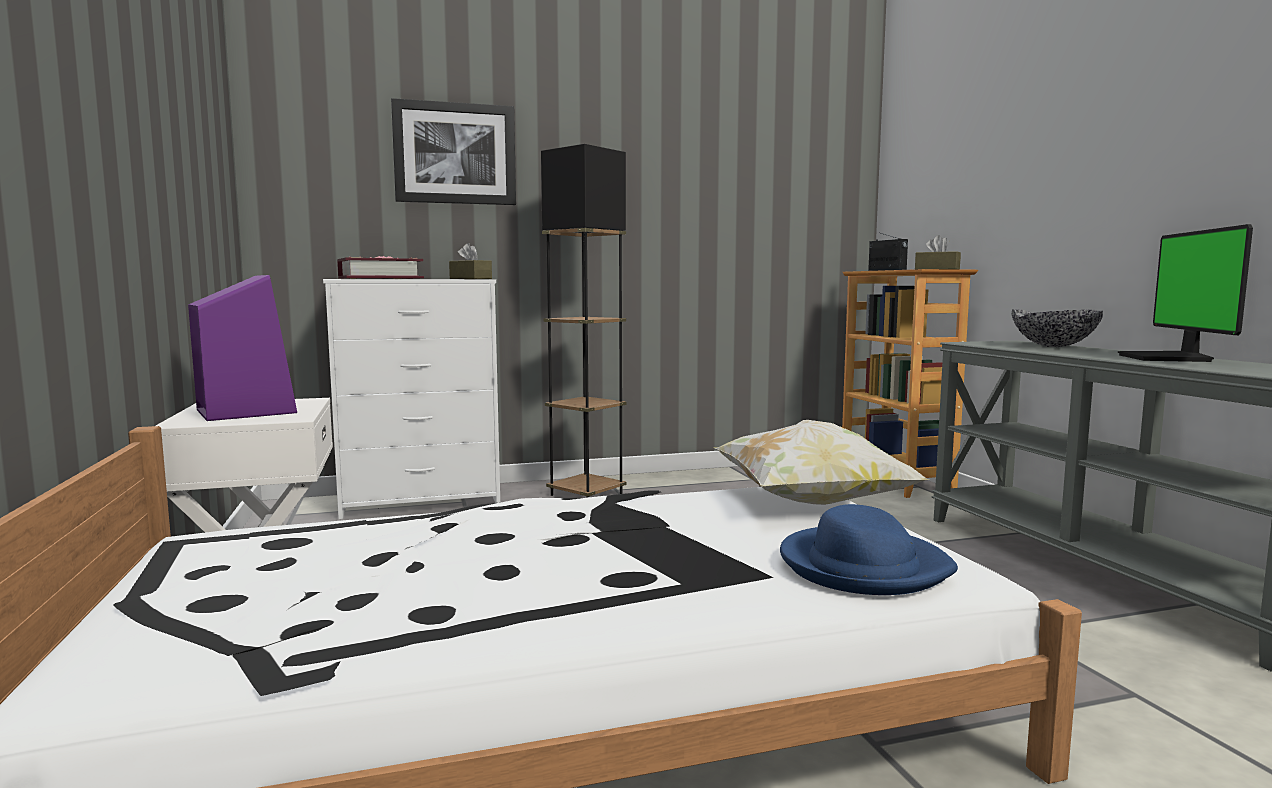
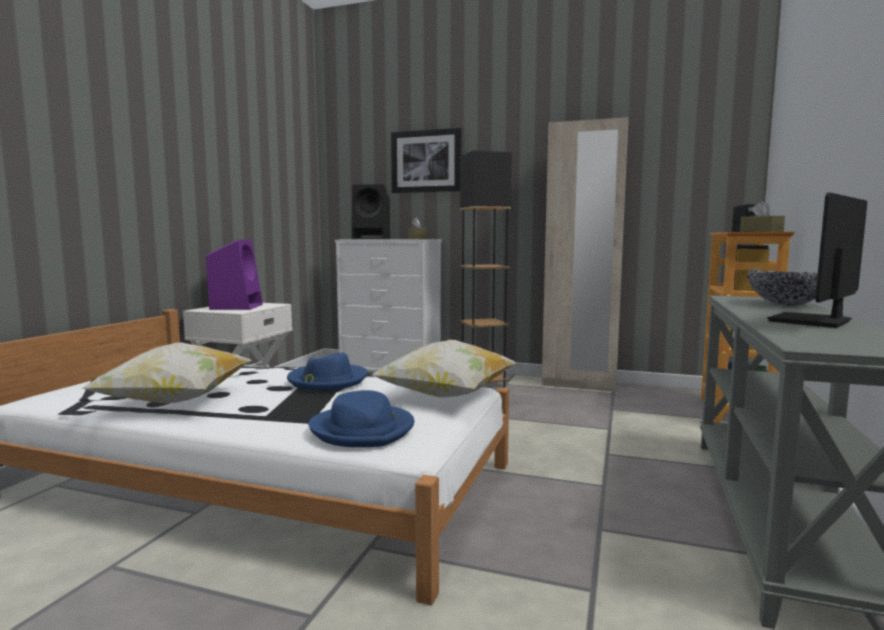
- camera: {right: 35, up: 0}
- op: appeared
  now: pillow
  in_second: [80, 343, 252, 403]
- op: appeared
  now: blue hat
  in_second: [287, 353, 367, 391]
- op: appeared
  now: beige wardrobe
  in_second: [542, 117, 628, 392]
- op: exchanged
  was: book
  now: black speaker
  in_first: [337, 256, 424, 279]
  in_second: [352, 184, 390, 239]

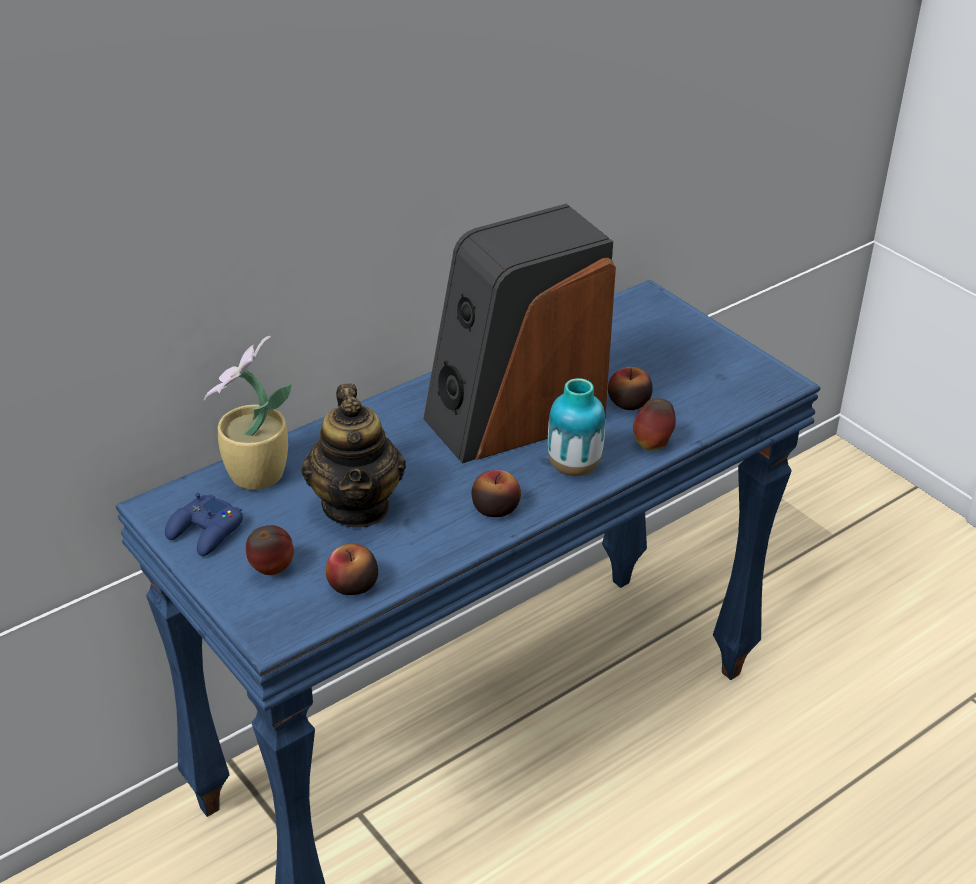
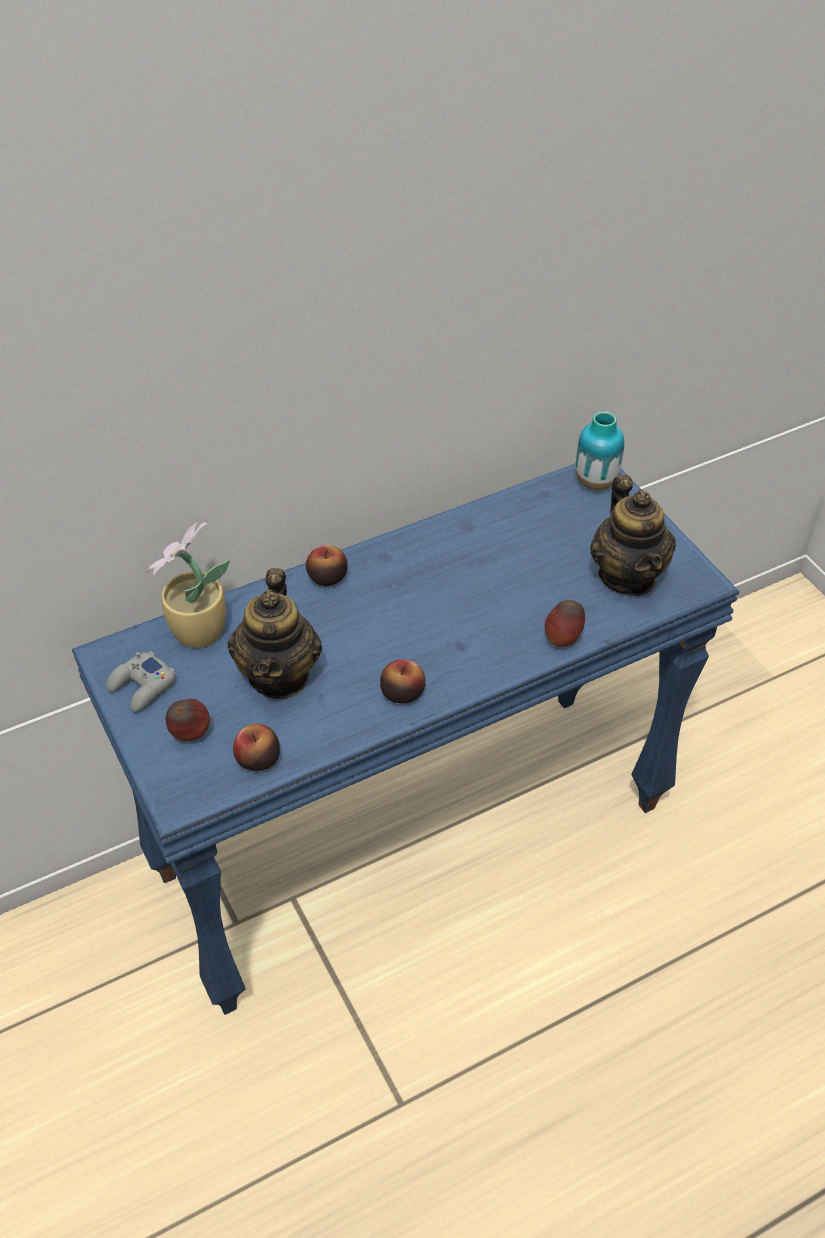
- camera: {right: 10, up: 10}
- op: missing
  was: speaker
  in_first: [423, 203, 616, 464]
- op: appeared
  now: teapot
  in_second: [590, 474, 676, 596]
- op: relocated
  was: vase
  in_first: [548, 378, 605, 476]
  in_second: [576, 411, 624, 490]
- op: relocated
  was: apple
  in_first: [608, 367, 653, 410]
  in_second: [306, 545, 348, 586]
- op: colour
  was: blue game controller
  now: grey game controller
  in_first: [165, 493, 243, 556]
  in_second: [106, 652, 176, 713]

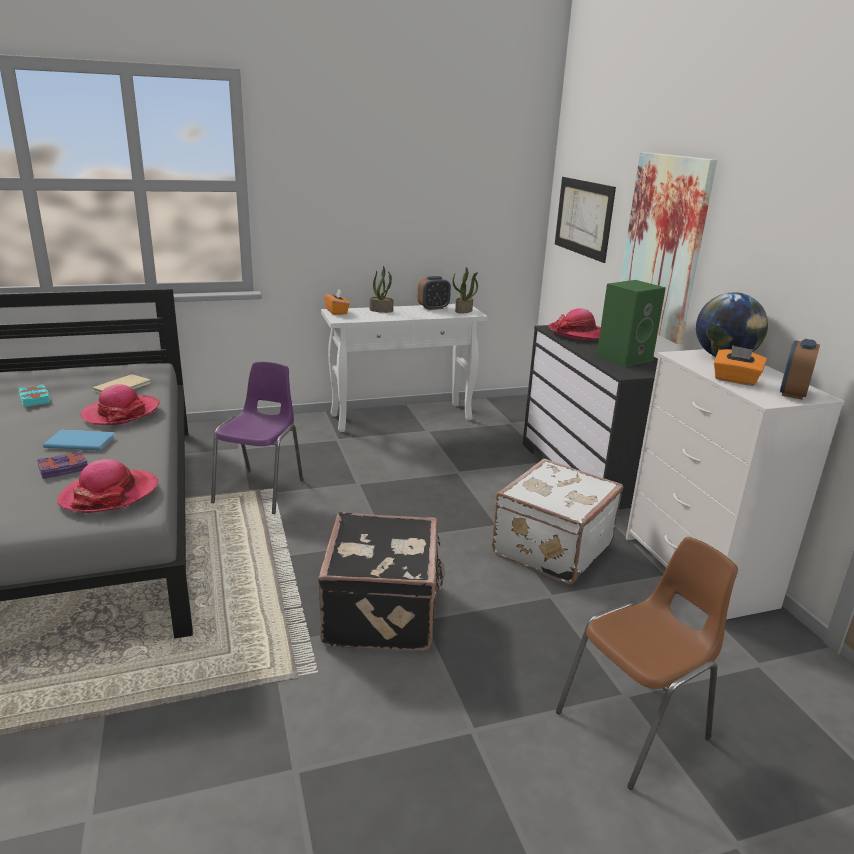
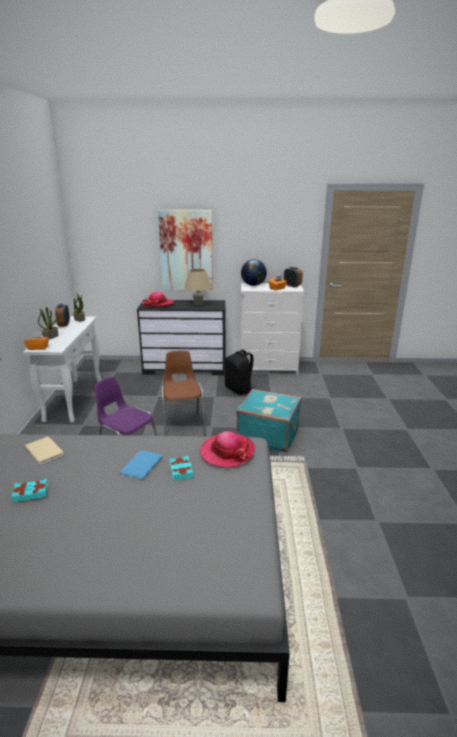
- camera: {right: -70, up: 0}
- op: missing
  was: hat
  in_first: [80, 384, 160, 425]
- op: missing
  was: picture
  in_first: [555, 177, 616, 263]
- op: relocated
  was: brown chair
  in_first: [556, 537, 738, 790]
  in_second: [161, 350, 206, 436]
- op: exchanged
  was: white suitcase
  now: black backpack
  in_first: [492, 459, 623, 585]
  in_second: [224, 349, 256, 395]
- op: exchanged
  was: green speaker
  now: beige table lamp
  in_first: [597, 280, 666, 367]
  in_second: [185, 268, 212, 305]
- op: colour
  was: purple book
  now: turquoise book
  in_first: [37, 450, 88, 479]
  in_second: [169, 456, 193, 481]
- op: colour
  was: black suitcase
  now: turquoise suitcase
  in_first: [318, 512, 445, 651]
  in_second: [236, 389, 302, 452]

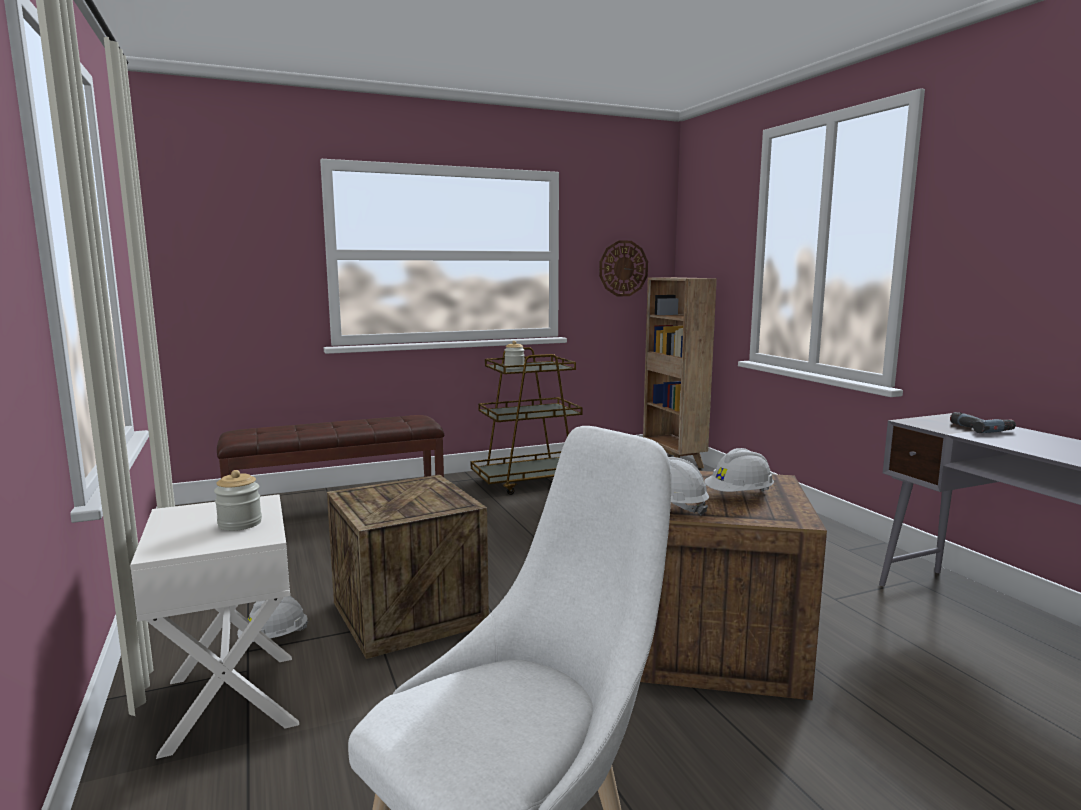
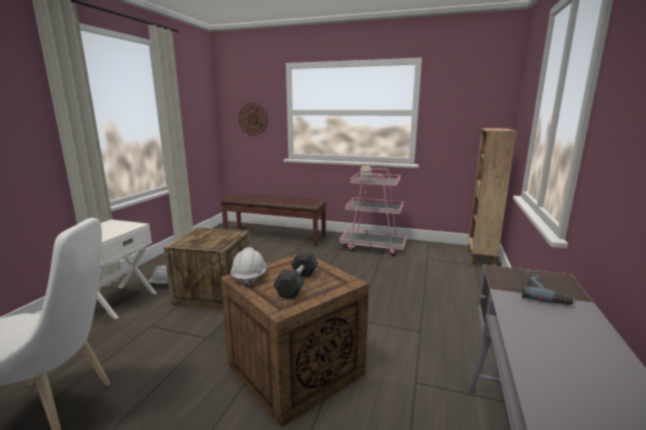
- camera: {right: 40, up: 5}
- op: missing
  was: jar
  in_first: [214, 470, 262, 531]
- op: relocated
  was: wall clock
  in_first: [599, 240, 648, 296]
  in_second: [239, 103, 267, 136]
- op: exchanged
  was: white hard hat
  now: grey dumbbell
  in_first: [704, 448, 774, 492]
  in_second: [273, 251, 318, 299]
- op: colour
  was: brown cart
  now: pink cart
  in_first: [471, 347, 583, 495]
  in_second: [339, 168, 407, 256]

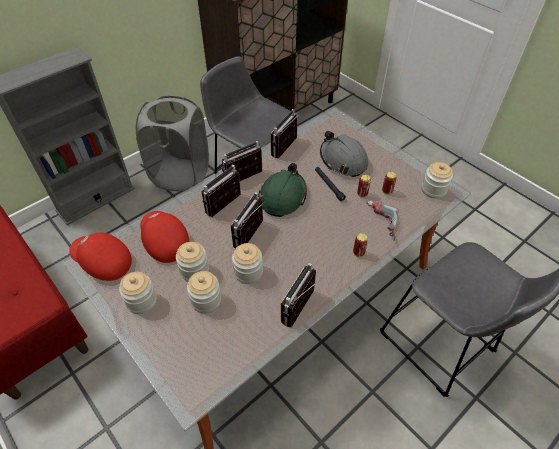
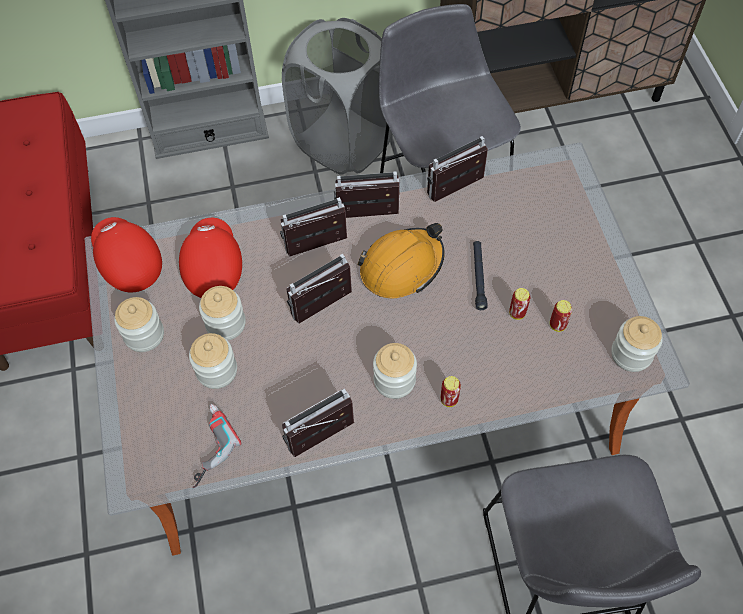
- camera: {right: 30, up: 10}
- op: missing
  was: grey hard hat
  in_first: [320, 131, 369, 177]
- op: relocated
  was: jar
  in_first: [232, 243, 263, 284]
  in_second: [373, 343, 417, 399]
- op: relocated
  was: power drill
  in_first: [366, 201, 399, 240]
  in_second: [193, 404, 241, 488]
- op: colour
  was: green hard hat
  now: orange hard hat
  in_first: [258, 163, 307, 217]
  in_second: [357, 223, 445, 298]

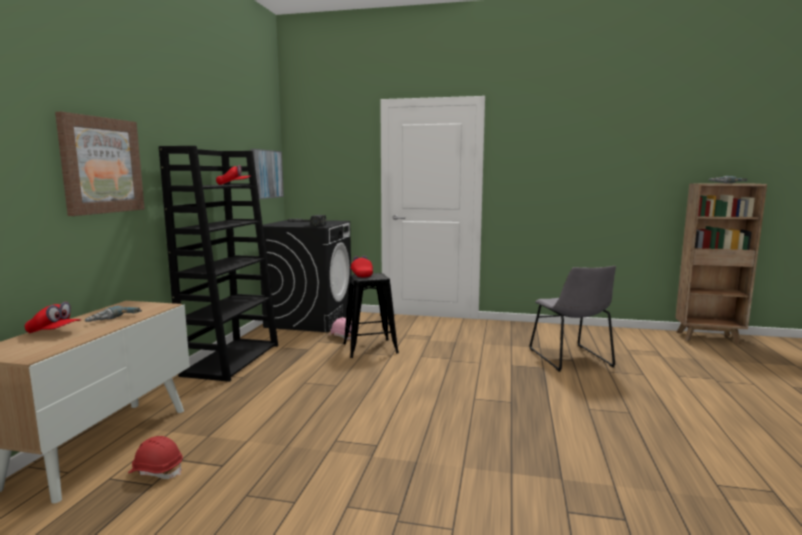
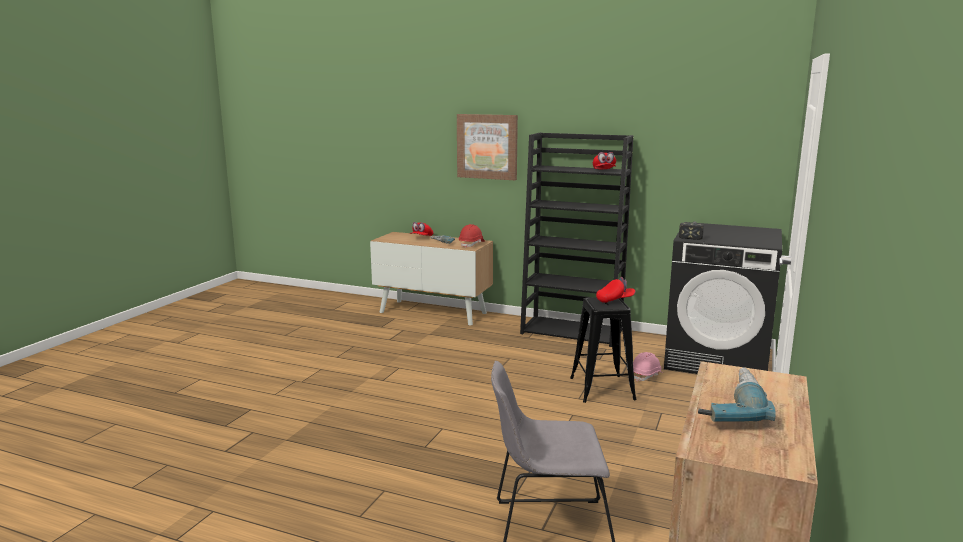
- camera: {right: 100, up: 5}
- op: missing
  was: picture
  in_first: [251, 149, 284, 199]
- op: relocated
  was: red hard hat
  in_first: [128, 436, 183, 479]
  in_second: [459, 224, 485, 248]

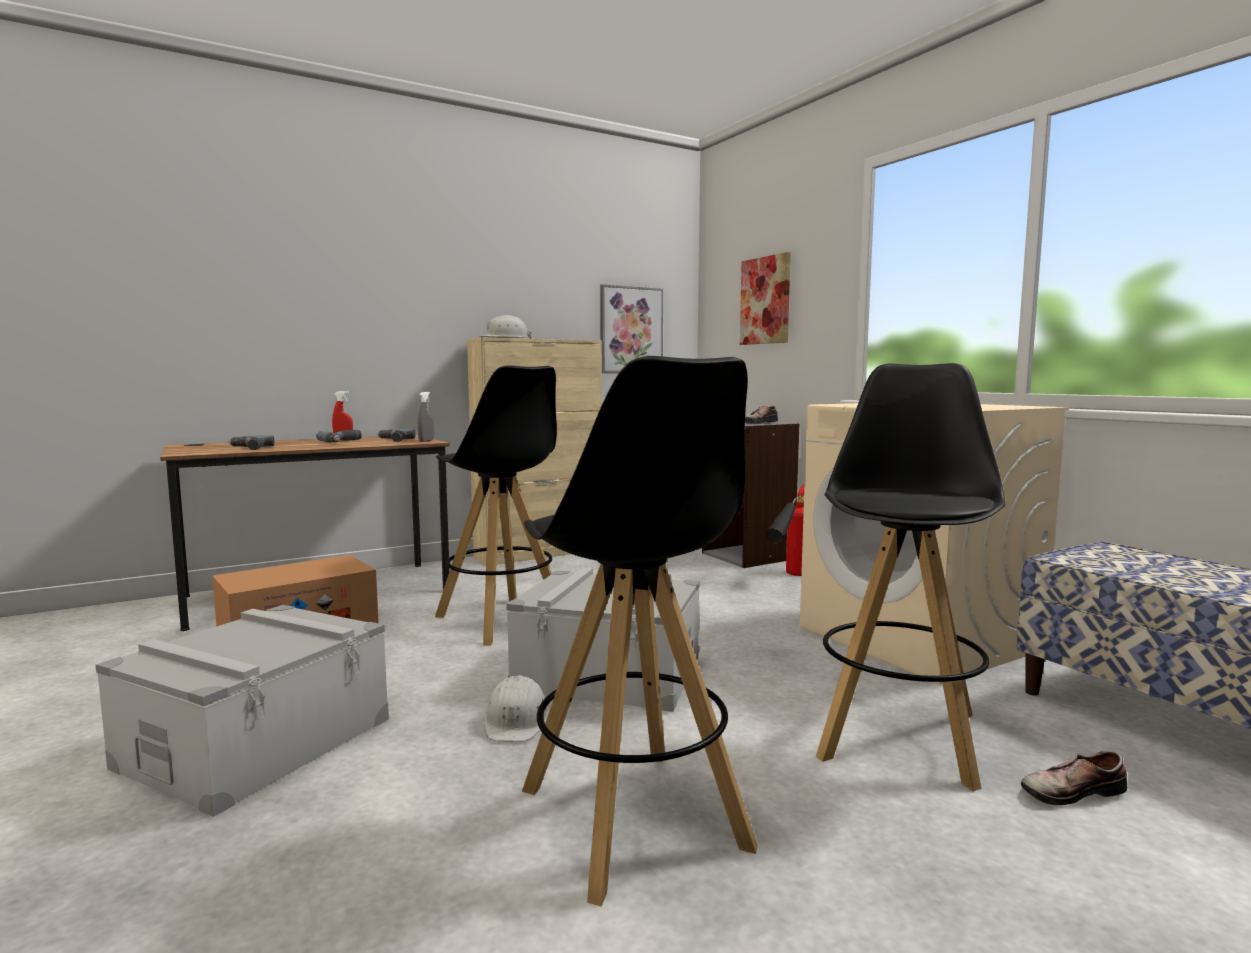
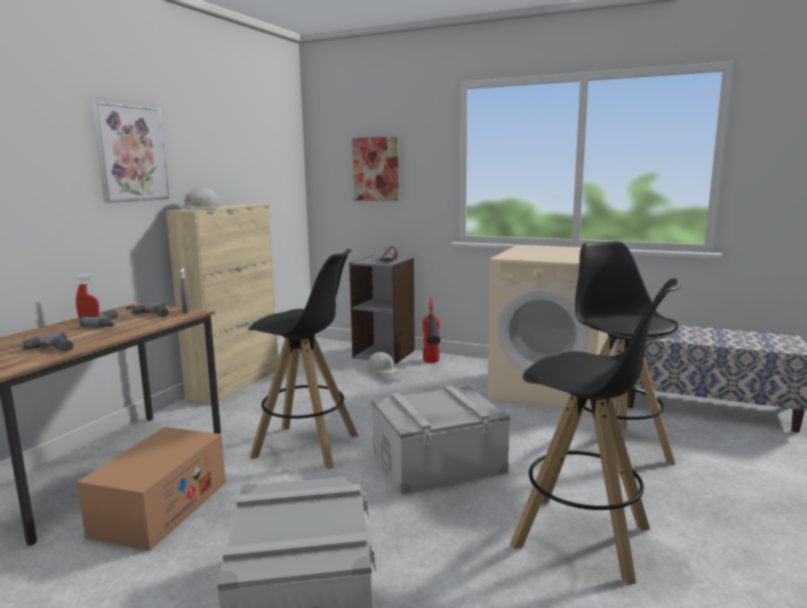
- camera: {right: -35, up: 5}
- op: missing
  was: shoe
  in_first: [1021, 751, 1127, 805]
- op: relocated
  was: white hard hat
  in_first: [484, 675, 549, 742]
  in_second: [367, 352, 398, 374]
- op: relocated
  was: picture
  in_first: [600, 284, 663, 373]
  in_second: [92, 101, 170, 203]

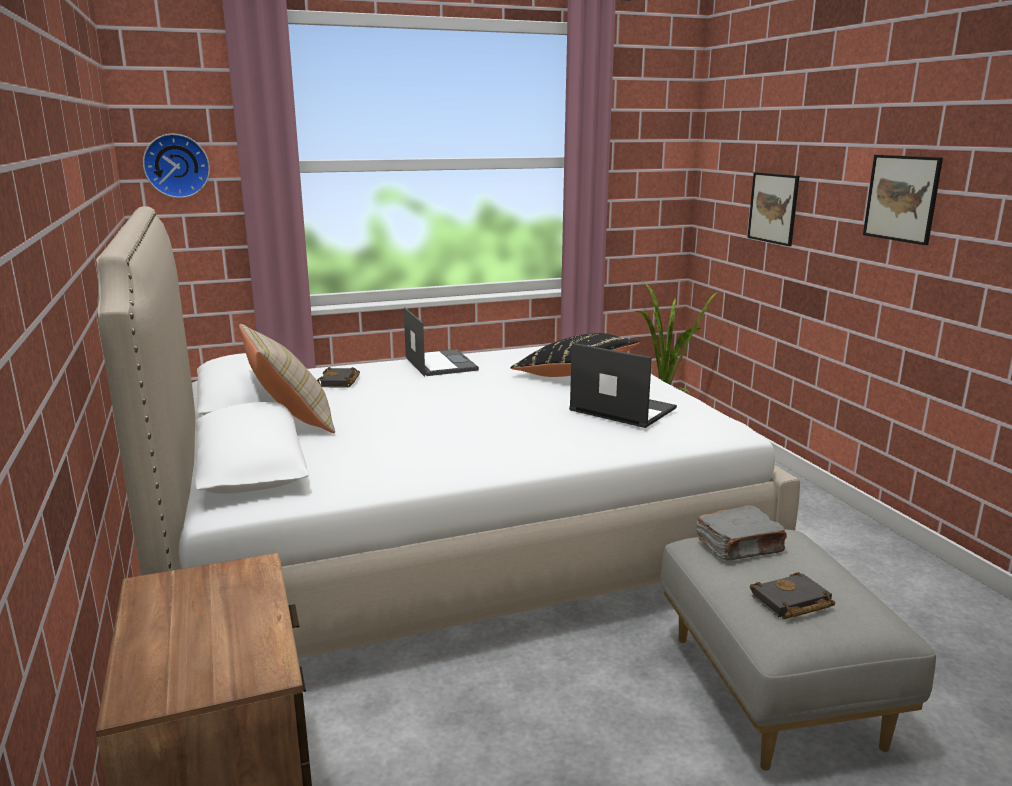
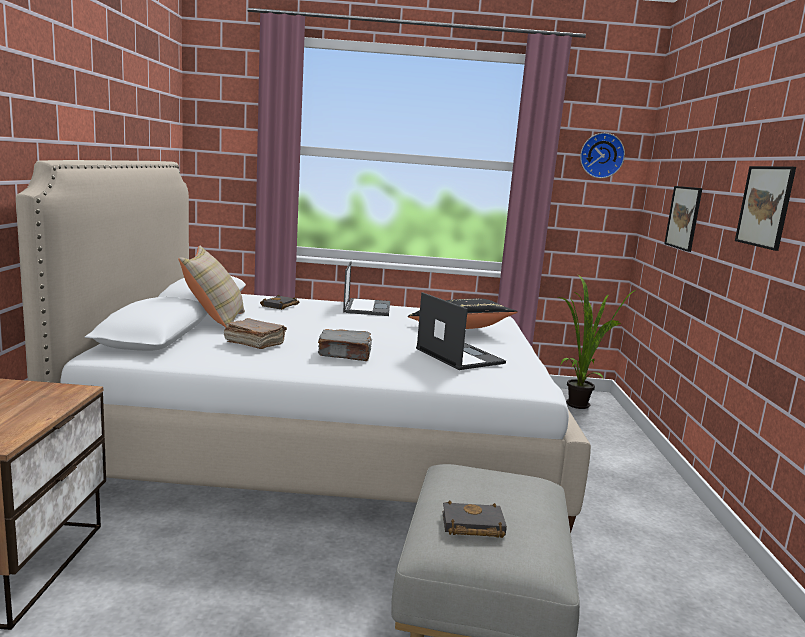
- camera: {right: 20, up: -5}
- op: appeared
  now: brown book
  in_second: [224, 318, 287, 349]
- op: relocated
  was: wall clock
  in_first: [143, 134, 210, 198]
  in_second: [580, 133, 625, 178]
- op: relocated
  was: grey book
  in_first: [696, 505, 787, 560]
  in_second: [318, 329, 372, 361]

